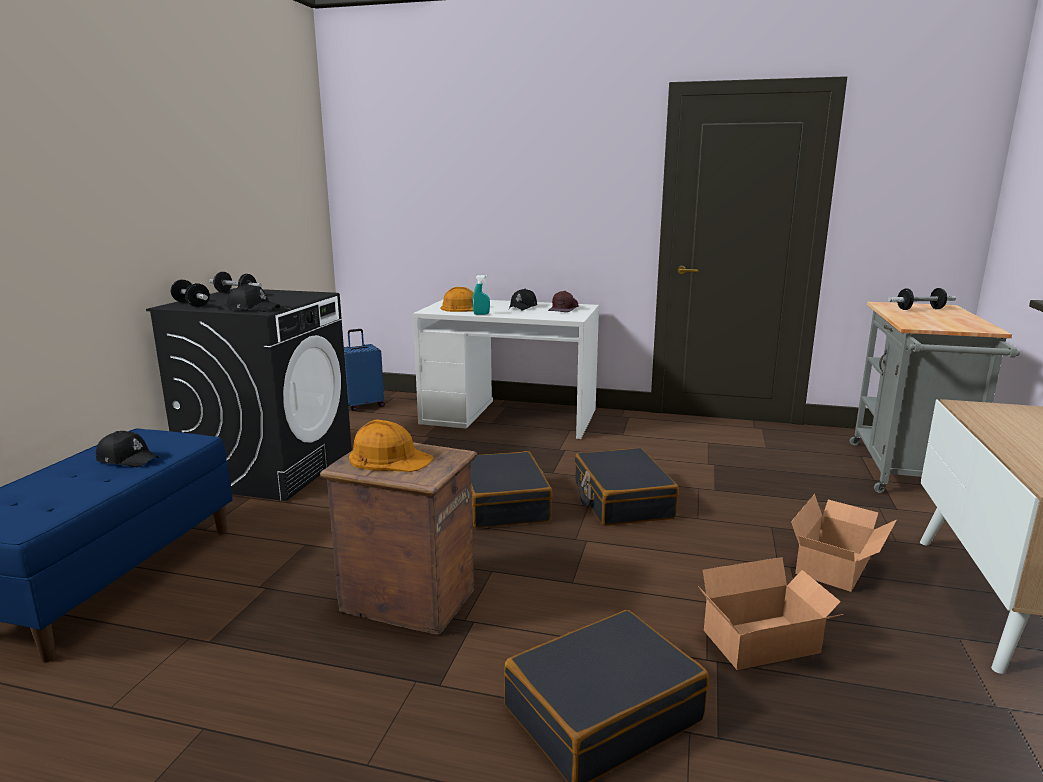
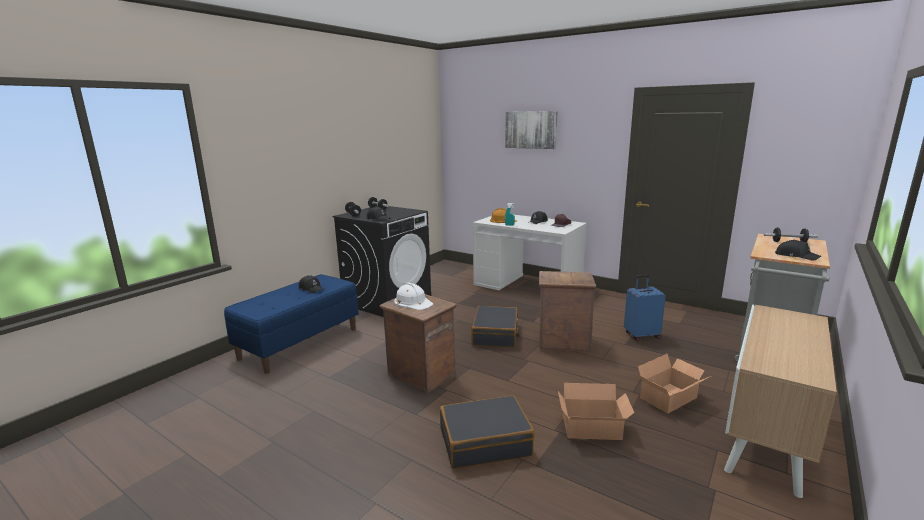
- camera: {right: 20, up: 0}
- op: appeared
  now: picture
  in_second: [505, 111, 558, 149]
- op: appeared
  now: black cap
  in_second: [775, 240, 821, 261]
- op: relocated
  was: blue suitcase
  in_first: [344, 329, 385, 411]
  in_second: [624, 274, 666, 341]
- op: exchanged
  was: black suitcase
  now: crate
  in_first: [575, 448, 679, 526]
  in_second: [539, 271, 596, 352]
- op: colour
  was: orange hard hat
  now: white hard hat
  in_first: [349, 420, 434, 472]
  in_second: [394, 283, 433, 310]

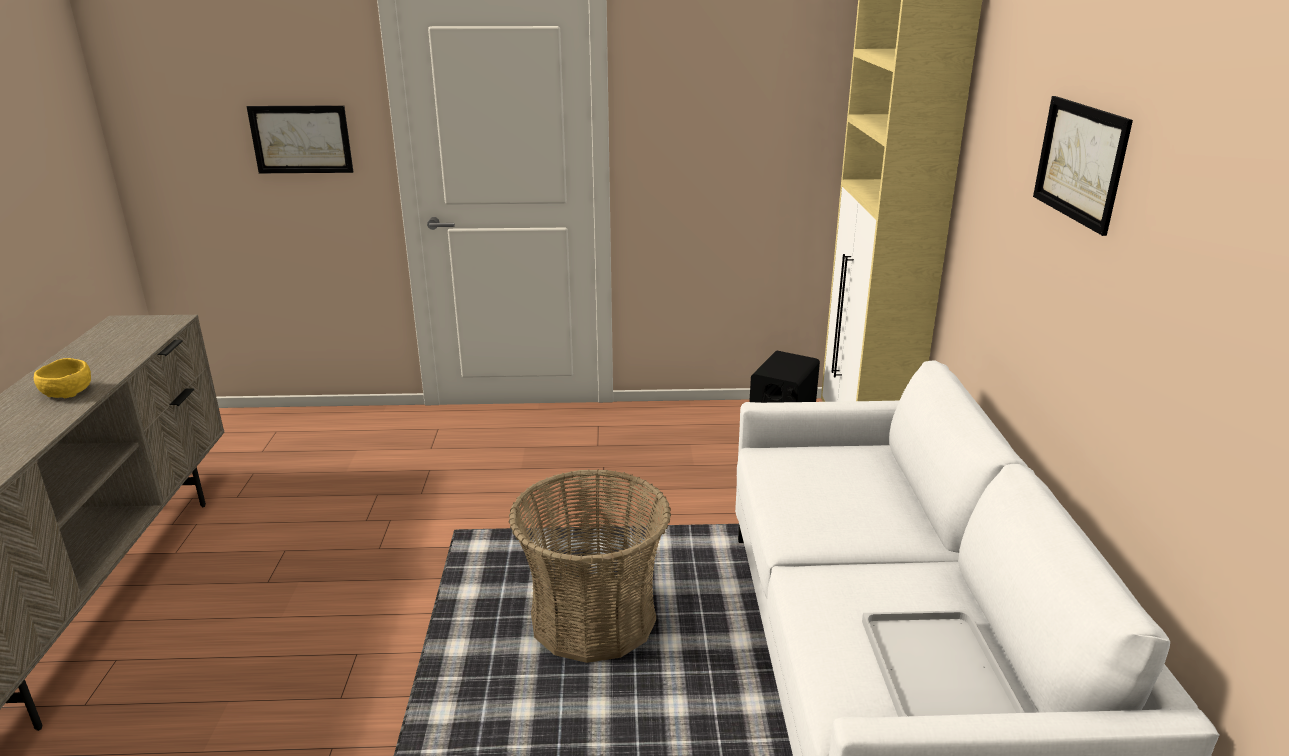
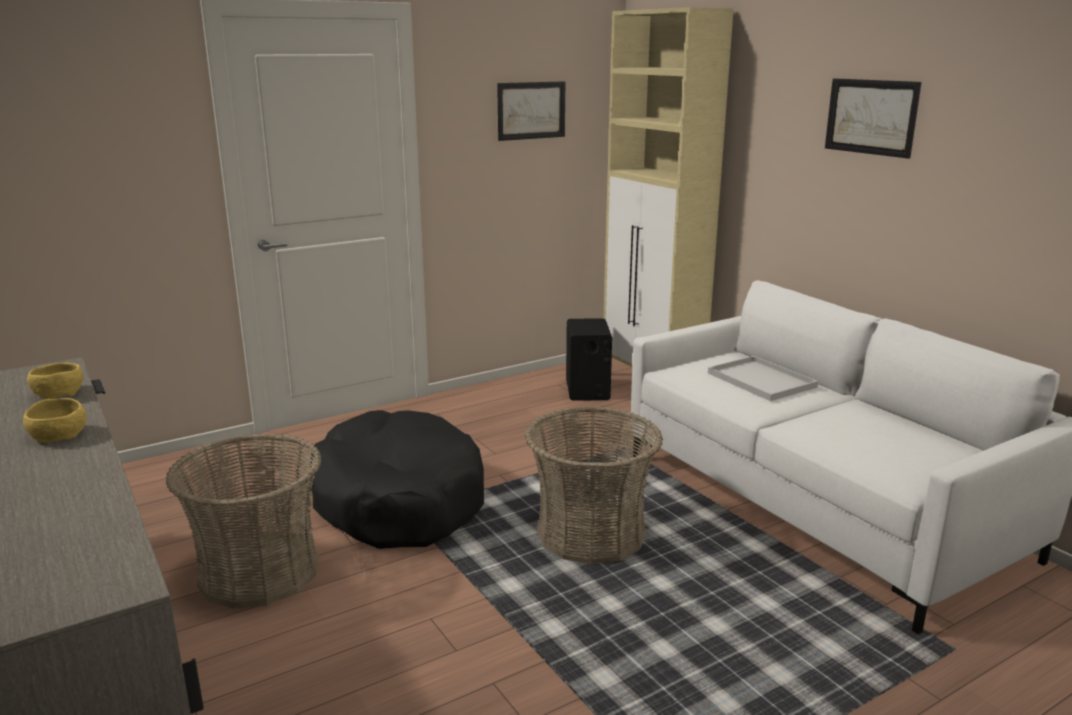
- camera: {right: -30, up: -5}
- op: appeared
  now: yellow bowl
  in_second: [27, 363, 83, 400]
- op: appeared
  now: basket
  in_second: [166, 433, 322, 609]
- op: appeared
  now: black dog bed
  in_second: [310, 410, 484, 549]
- op: relocated
  was: picture
  in_first: [247, 105, 353, 173]
  in_second: [497, 81, 565, 141]
- op: relocated
  was: white tray
  in_first: [862, 610, 1025, 717]
  in_second: [708, 356, 818, 401]

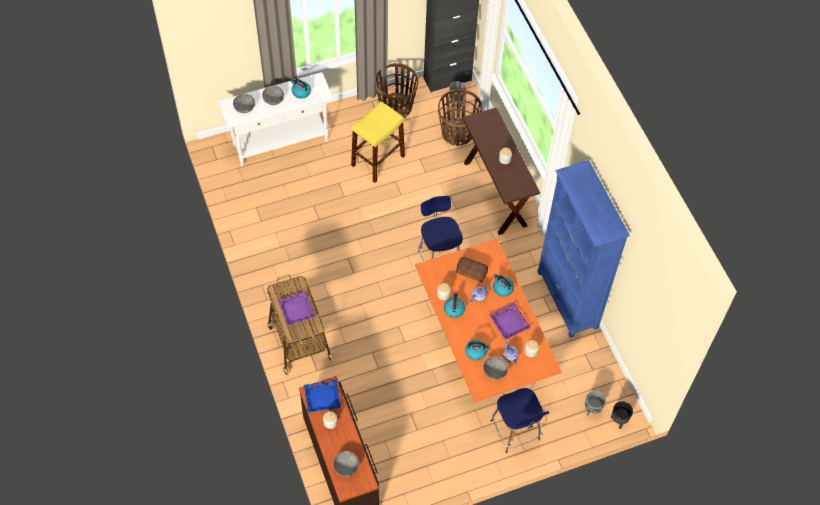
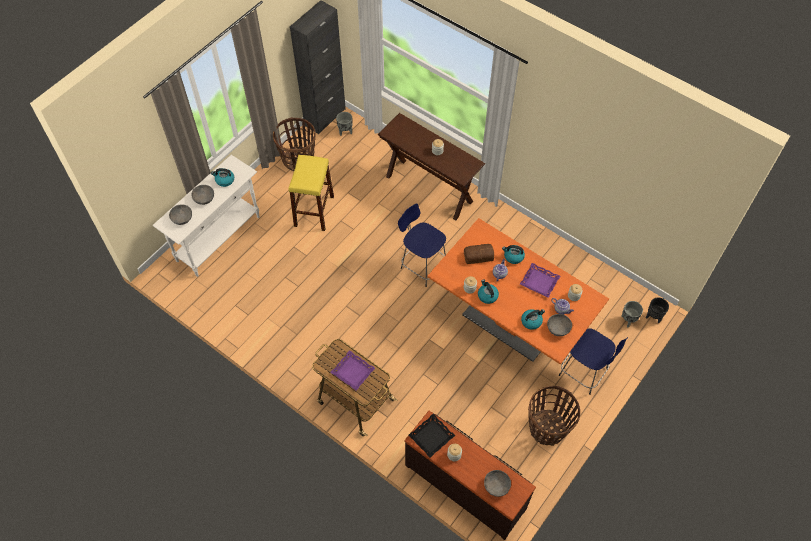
- camera: {right: -30, up: 0}
- op: missing
  was: blue bookcase
  in_first: [537, 160, 630, 338]
- op: relocated
  was: basket
  in_first: [438, 89, 482, 146]
  in_second: [528, 386, 580, 446]
- op: colour
  was: blue tray
  now: black tray
  in_first: [304, 380, 341, 413]
  in_second: [408, 413, 455, 458]

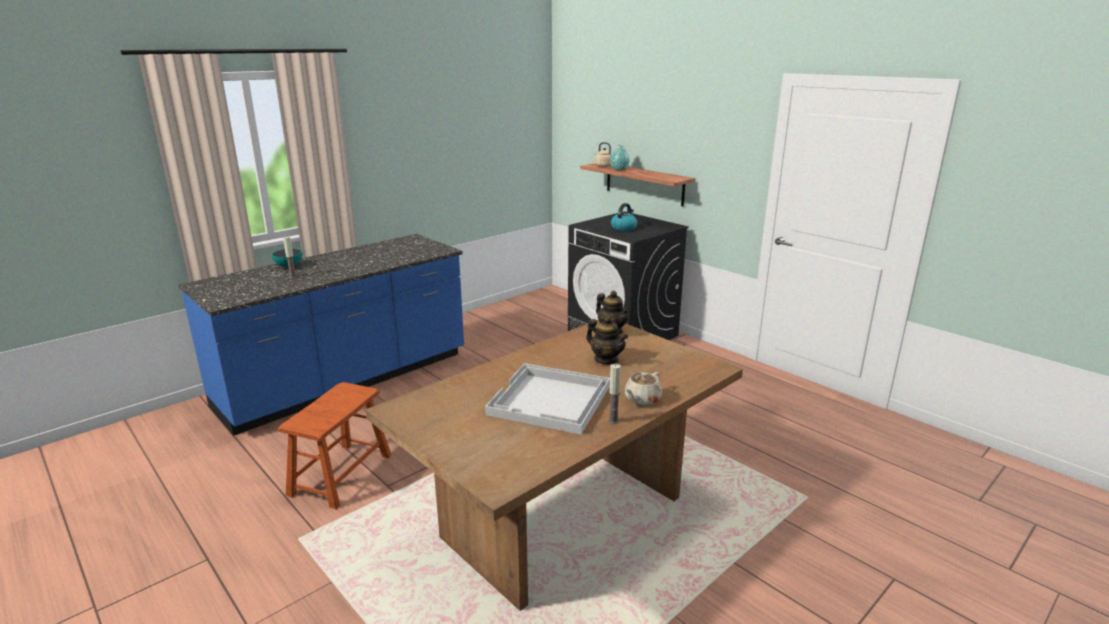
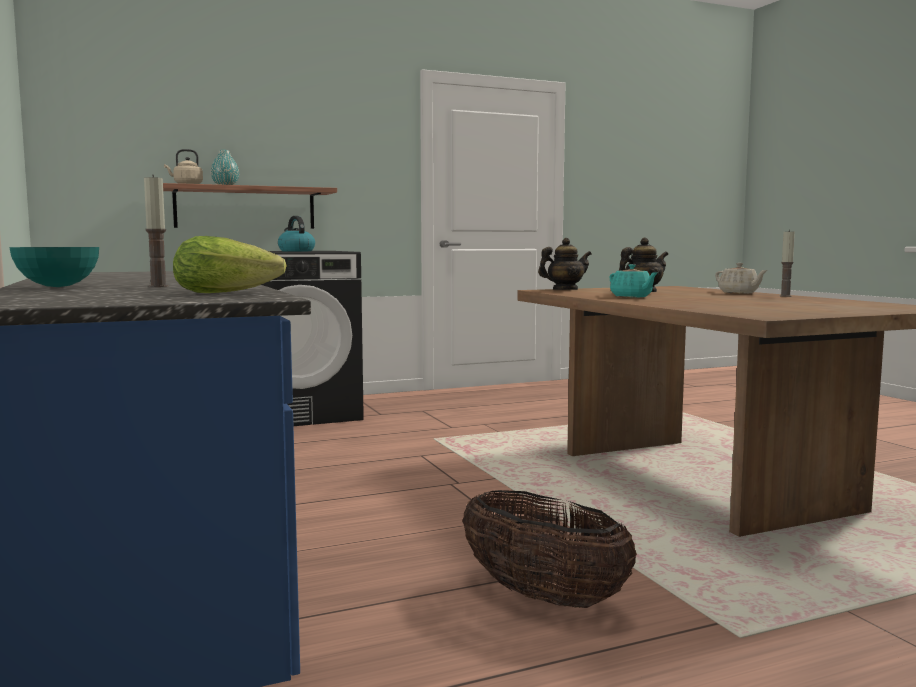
- camera: {right: -70, up: -15}
- op: missing
  was: white tray
  in_first: [485, 363, 610, 434]
- op: appeared
  now: lettuce
  in_second: [173, 236, 287, 293]
- op: appeared
  now: turquoise teapot
  in_second: [610, 264, 658, 298]
- op: exchanged
  was: brown stool
  now: basket
  in_first: [278, 382, 392, 509]
  in_second: [462, 490, 637, 608]

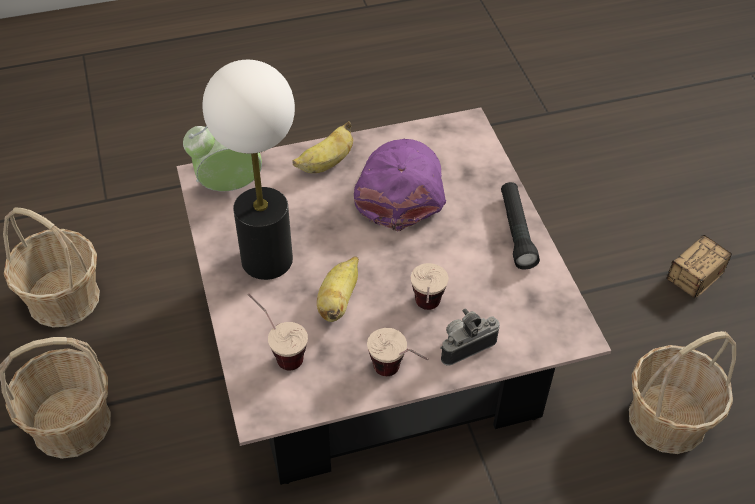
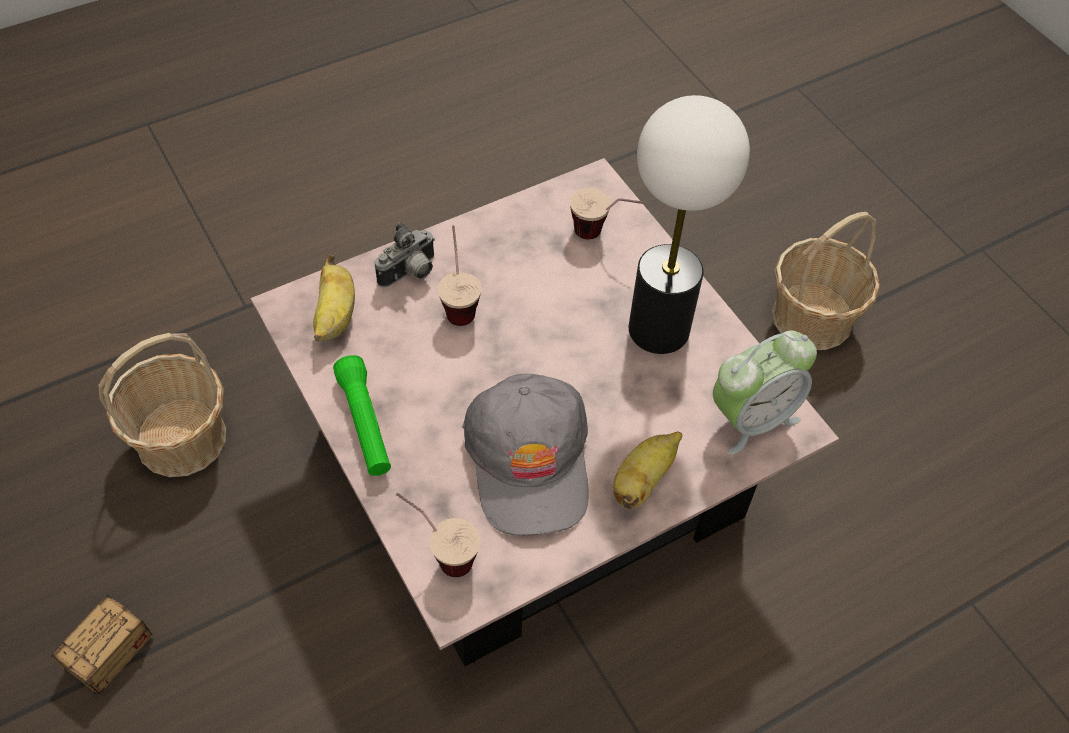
- camera: {right: 165, up: 5}
- op: missing
  was: basket
  in_first: [3, 207, 100, 328]
- op: relocated
  was: banana
  in_first: [317, 256, 359, 322]
  in_second: [313, 254, 355, 341]
- op: relocated
  was: cup
  in_first: [367, 328, 429, 376]
  in_second: [396, 492, 480, 577]
- op: colour
  was: purple cap
  now: grey cap
  in_first: [354, 139, 446, 231]
  in_second: [462, 374, 589, 536]
- op: colour
  was: black flashlight
  now: green flashlight
  in_first: [501, 182, 540, 270]
  in_second: [333, 355, 391, 476]

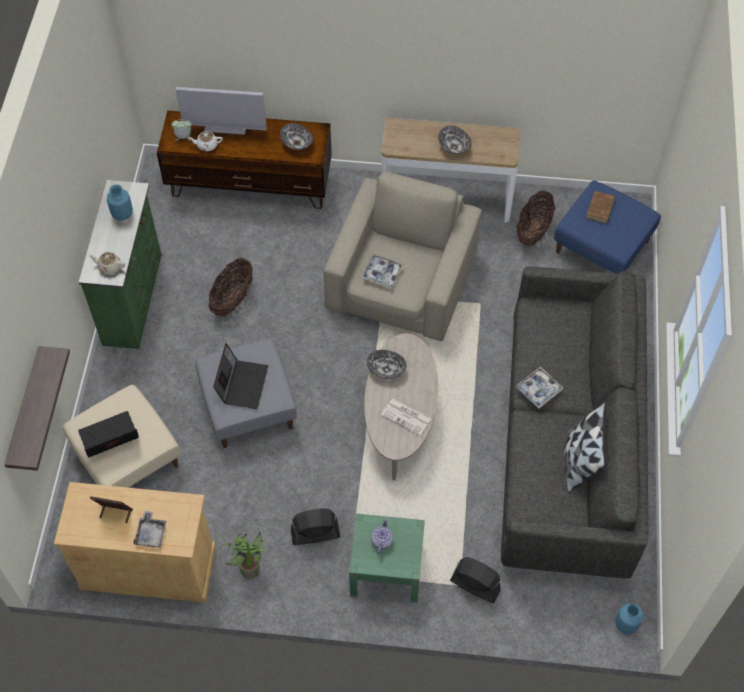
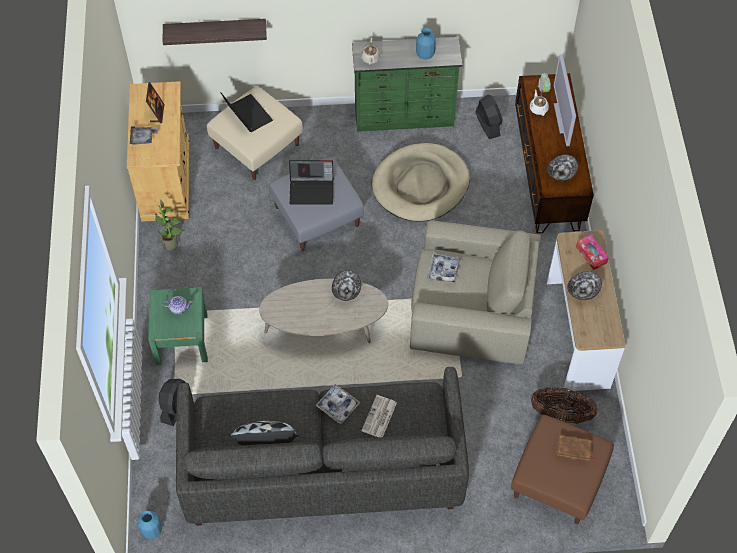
- camera: {right: 80, up: 0}
- op: appeared
  now: tissue box
  in_second: [576, 235, 609, 270]
- op: relocated
  was: black fan
  in_first: [291, 509, 340, 545]
  in_second: [476, 95, 502, 139]
- op: relocated
  was: newspaper
  in_first: [381, 399, 431, 436]
  in_second: [361, 395, 397, 437]
- op: exchanged
  was: basket
  now: beige dog bed
  in_first: [209, 258, 253, 316]
  in_second: [372, 143, 470, 222]
- op: colour
  was: blue ottoman
  now: brown ottoman
  in_first: [554, 181, 661, 274]
  in_second: [511, 415, 614, 524]

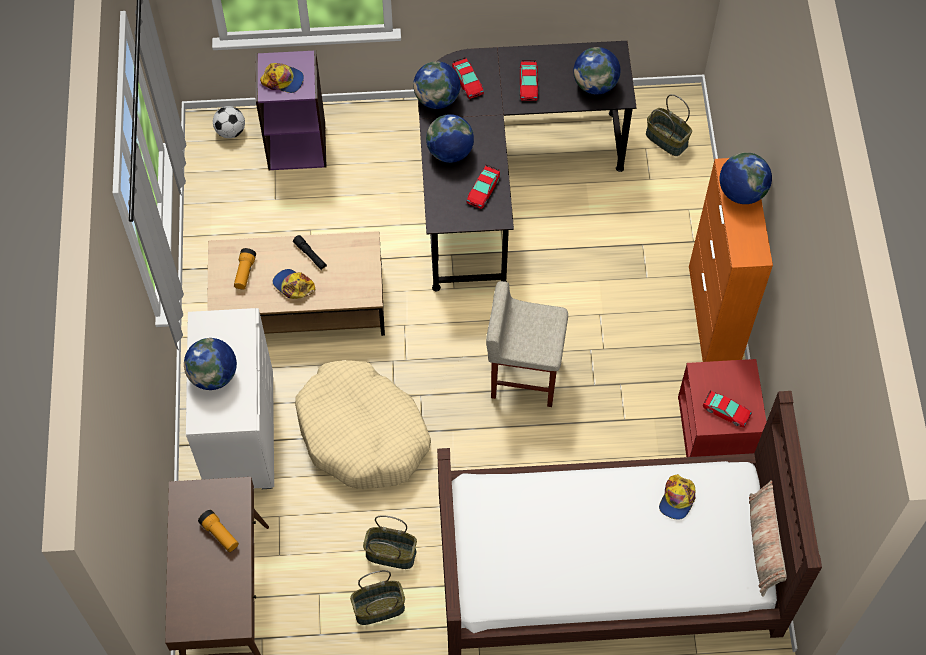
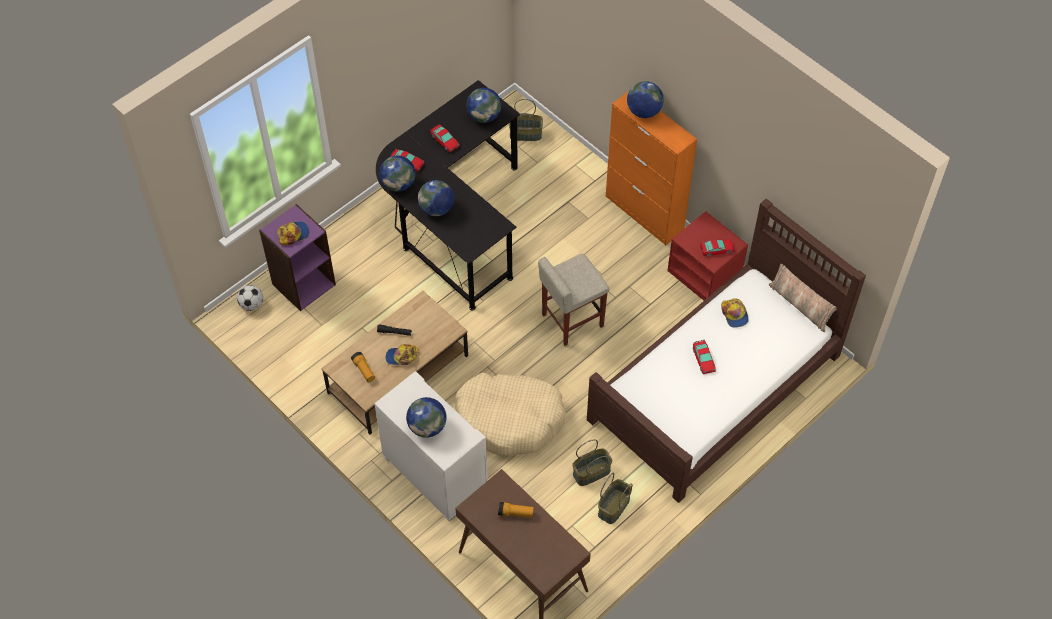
- camera: {right: -40, up: -5}
- op: relocated
  was: toy car
  in_first: [466, 165, 500, 209]
  in_second: [693, 340, 716, 374]

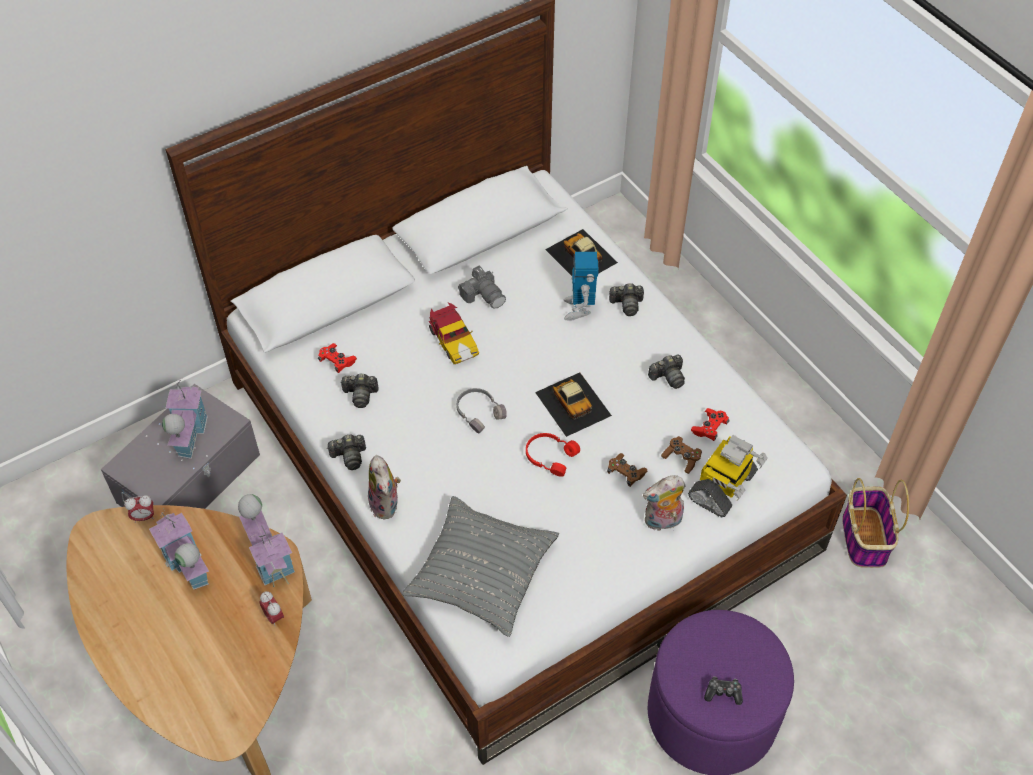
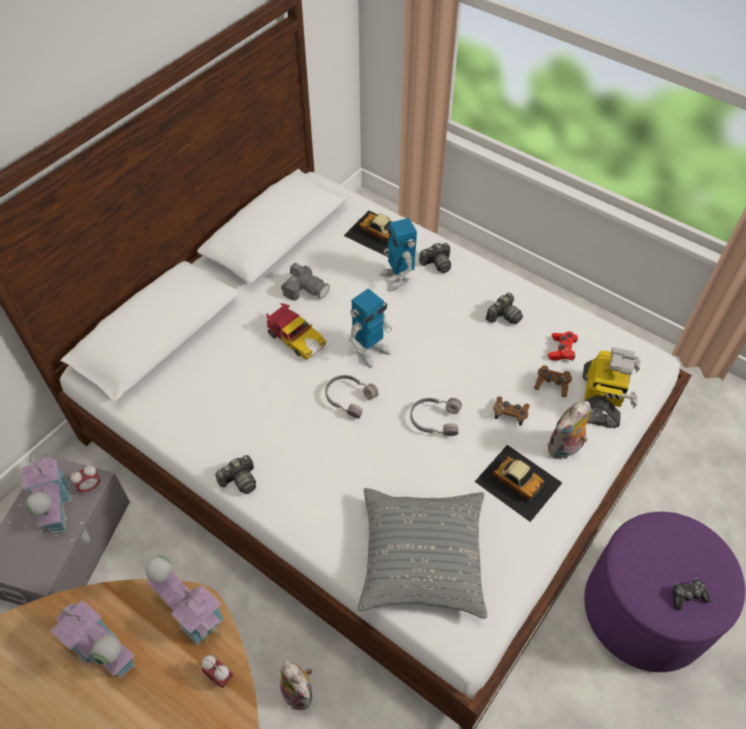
- camera: {right: -20, up: 0}
- op: missing
  was: red game controller
  in_first: [318, 343, 357, 373]
- op: missing
  was: photo camera
  in_first: [340, 374, 378, 408]
- op: missing
  was: basket
  in_first: [842, 478, 909, 568]
- op: appeared
  now: toy robot
  in_second: [349, 288, 392, 368]
- op: relocated
  was: alarm clock
  in_first: [124, 495, 154, 523]
  in_second: [70, 465, 101, 493]
- op: relocated
  was: plush toy
  in_first: [368, 455, 401, 519]
  in_second: [280, 660, 312, 710]
- op: relocated
  was: toy car
  in_first: [535, 372, 612, 437]
  in_second: [475, 445, 562, 522]
- op: colour
  was: red headphones
  now: grey headphones
  in_first: [526, 433, 580, 477]
  in_second: [410, 398, 462, 436]

